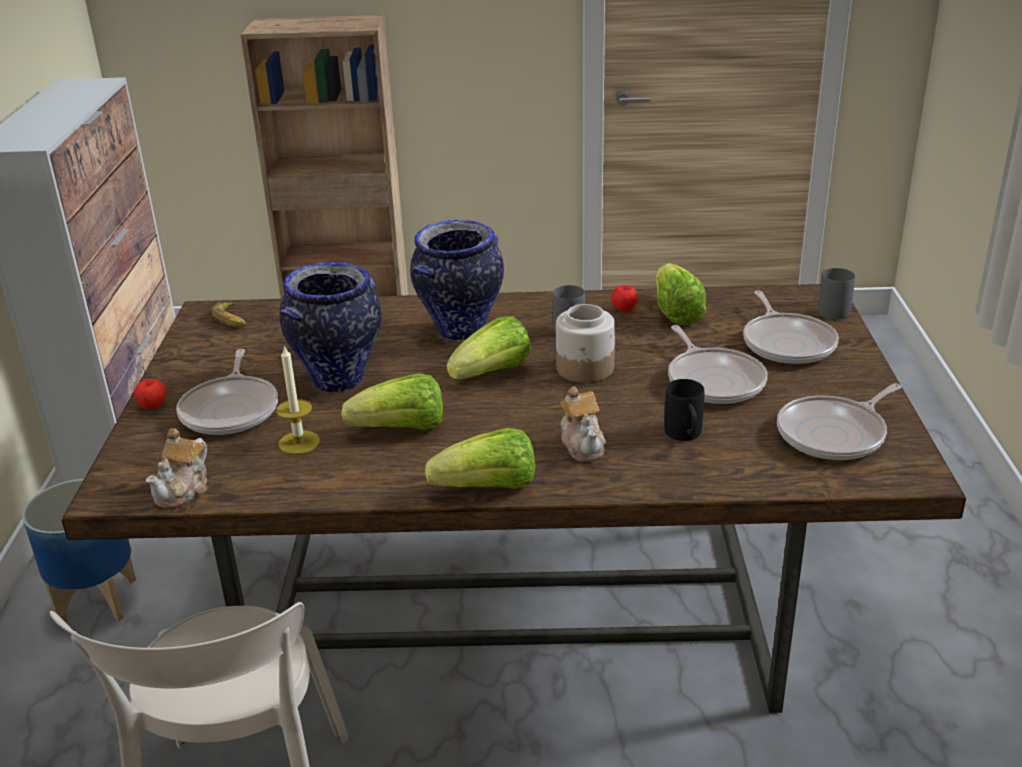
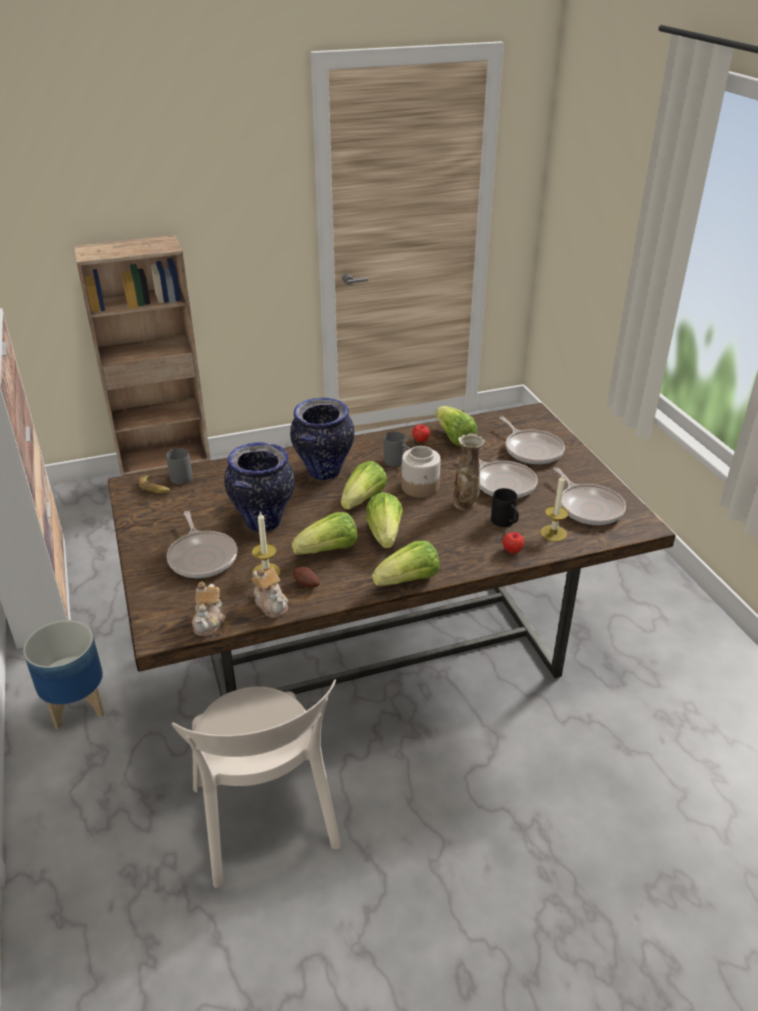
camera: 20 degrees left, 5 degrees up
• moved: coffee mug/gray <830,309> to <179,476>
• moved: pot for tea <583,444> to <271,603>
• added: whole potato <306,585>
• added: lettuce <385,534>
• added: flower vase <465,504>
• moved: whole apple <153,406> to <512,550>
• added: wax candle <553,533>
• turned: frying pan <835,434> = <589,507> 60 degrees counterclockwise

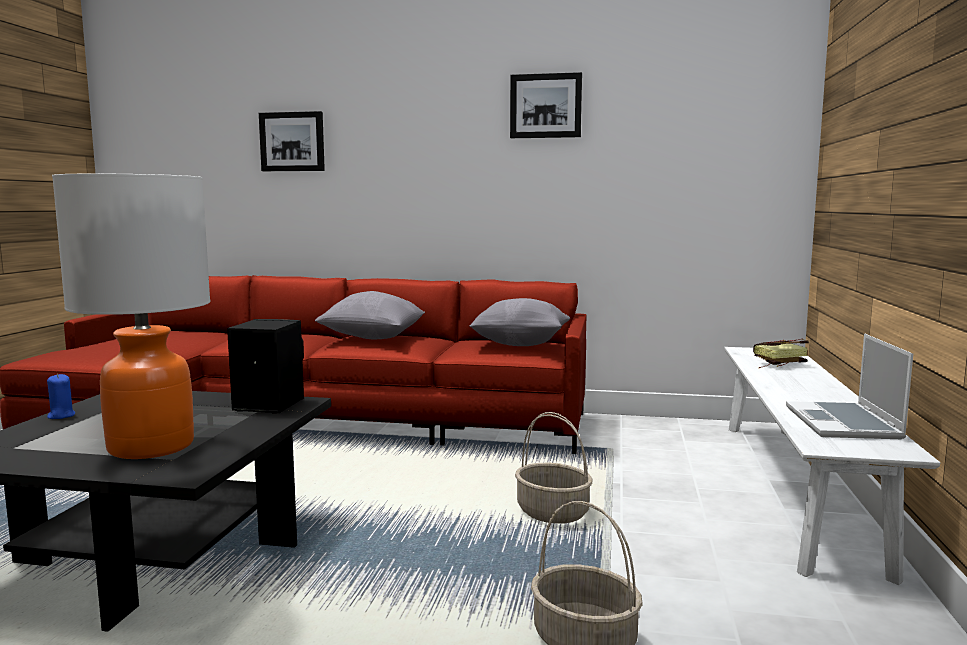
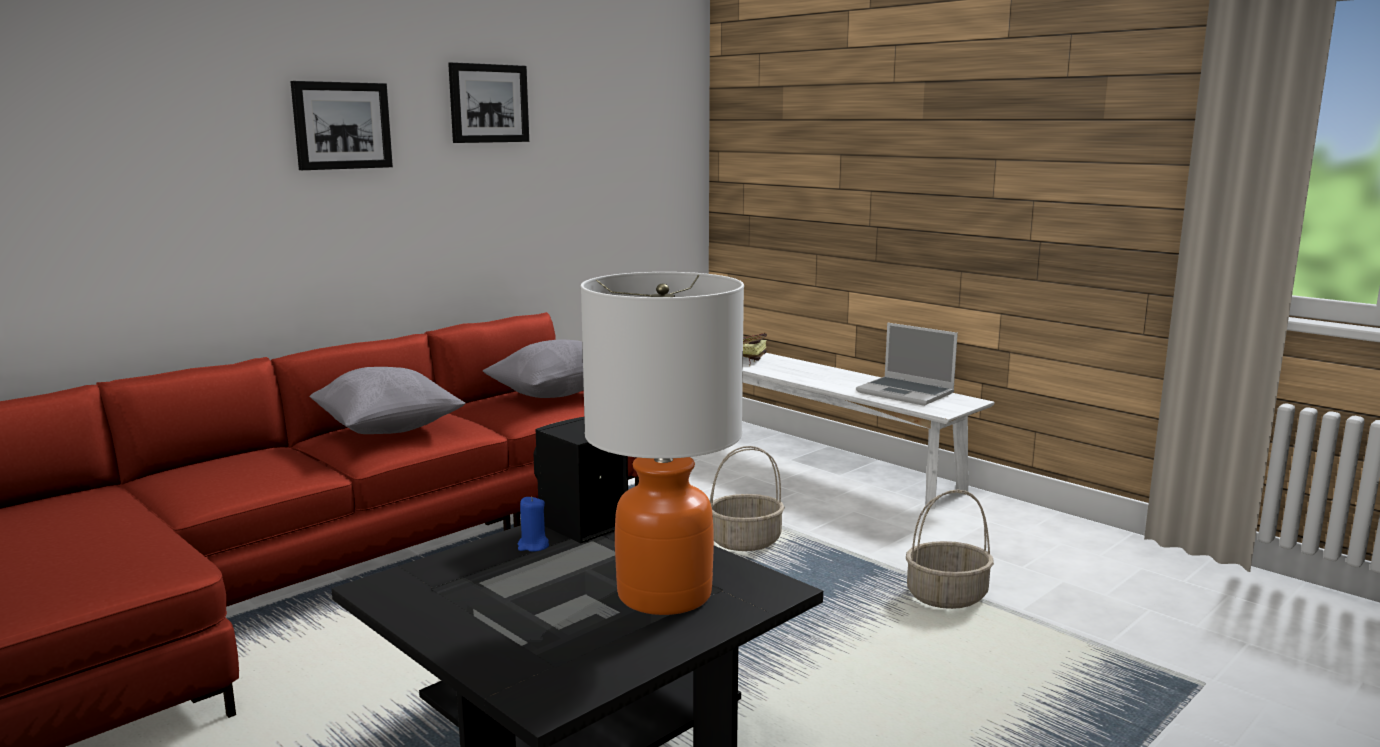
camera: 55 degrees left, 5 degrees up
• moved: picture <292,142> to <342,125>
• moved: wax candle/blue-coloured <61,416> to <533,546>

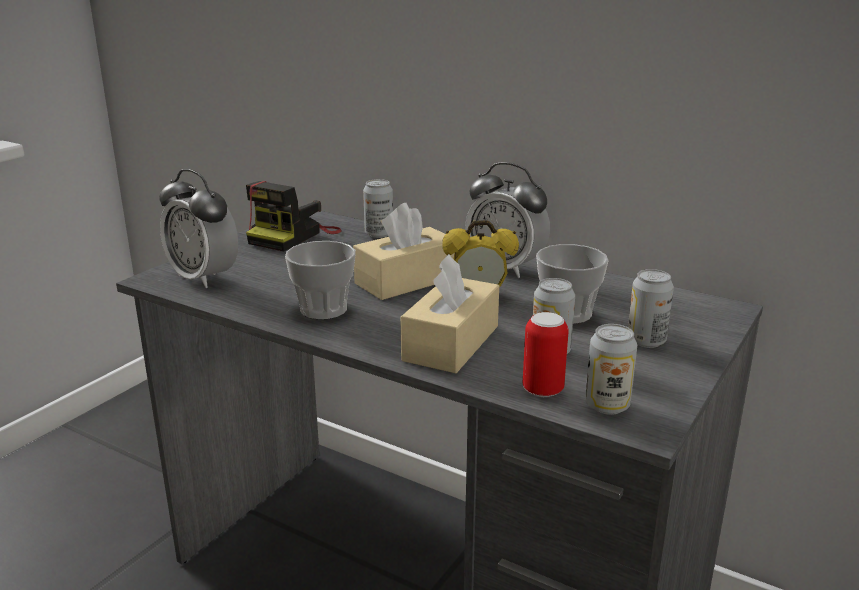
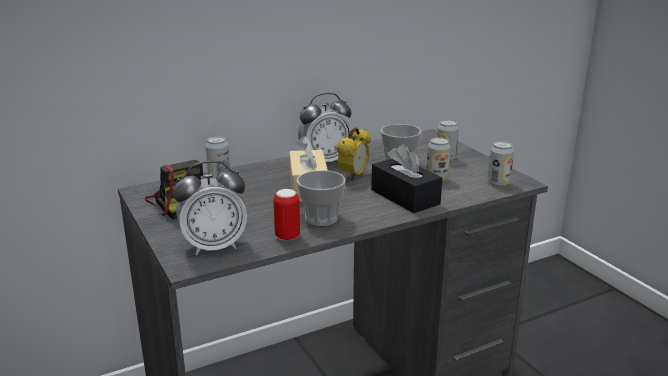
camera: 60 degrees left, 0 degrees up
• moved: metal can <542,390> to <287,237>
• recoloured: tissue holder/sand-coloured <451,343> to tissue holder/black <405,197>

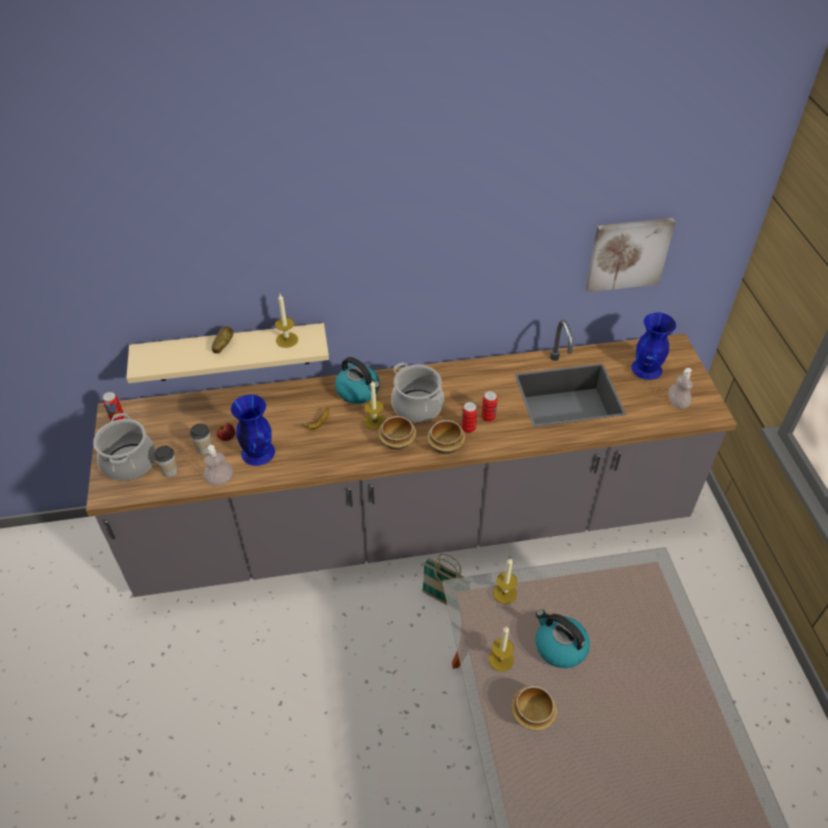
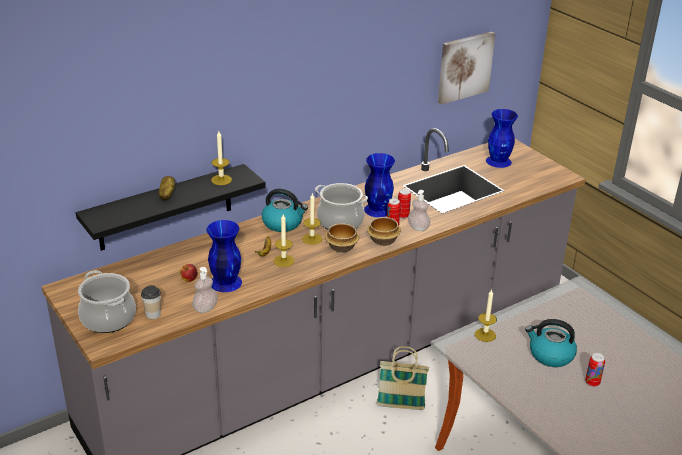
camera: 25 degrees left, 15 degrees down
• recoloured: wall shelf/sand-coloured <231,352> to wall shelf/black <165,208>
• moved: wax candle <501,659> to <283,261>
• added: flower vase/blue-coloured <377,209>
• moved: liquid soap bottle <677,403> to <418,228>
• moved: metal can <117,418> to <592,382>
• removed: drinking cup <204,449>
• removed: serving bowl <531,714>

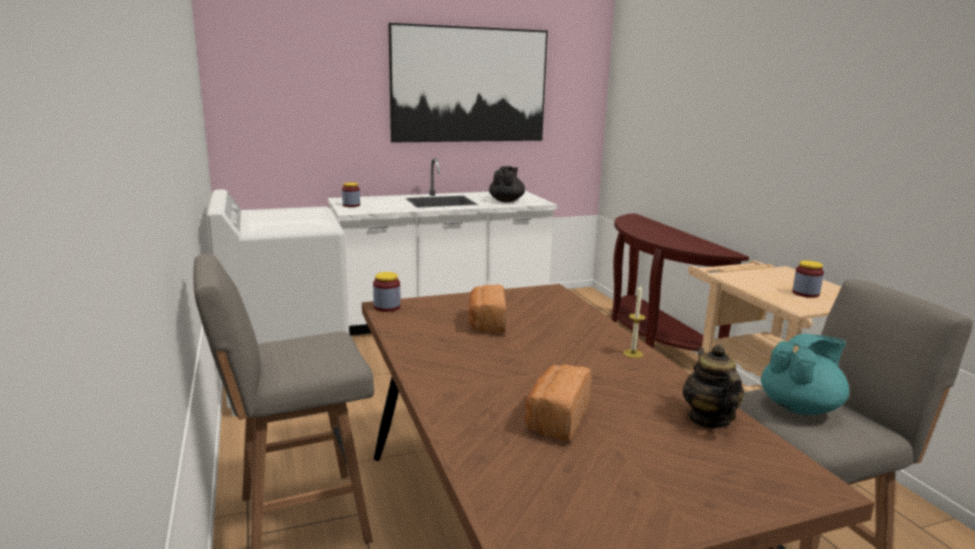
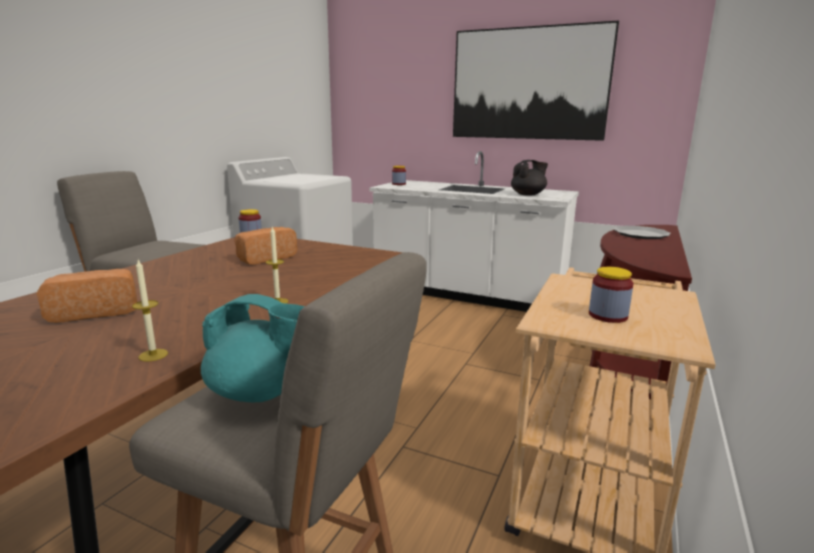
camera: 45 degrees right, 0 degrees up
• replaced: pot for tea <708,419> to wax candle <153,355>
• added: plate <641,234>

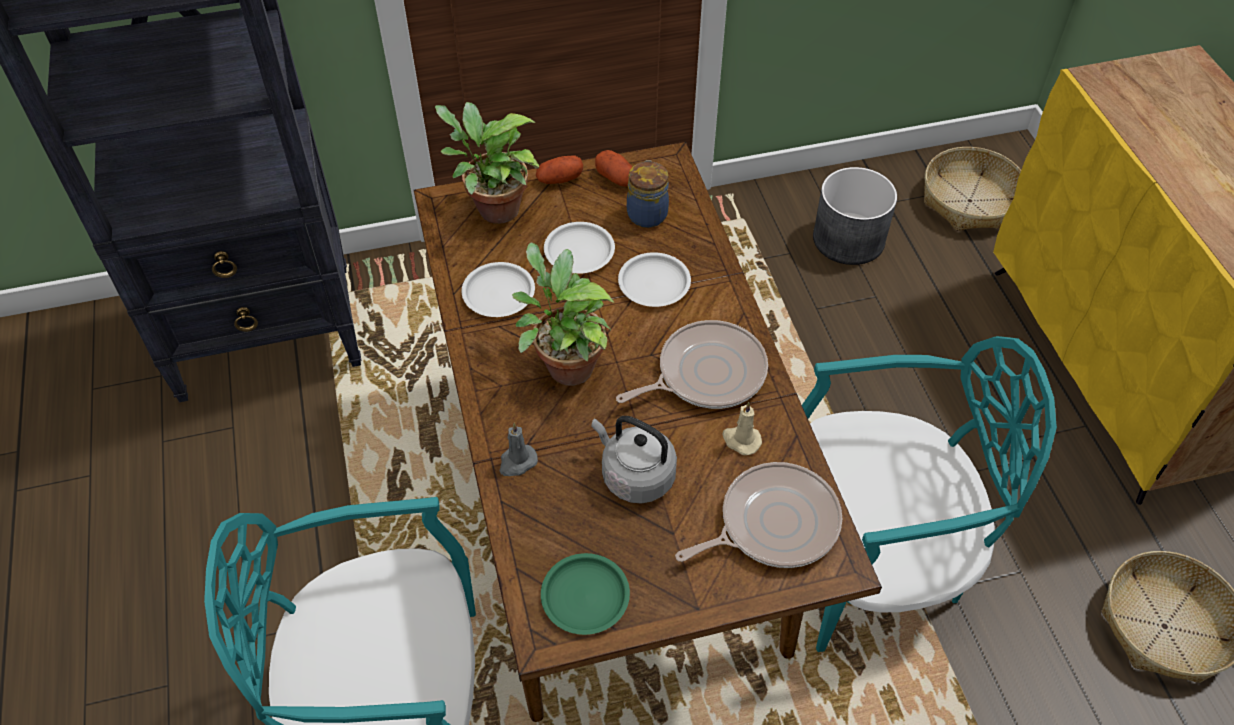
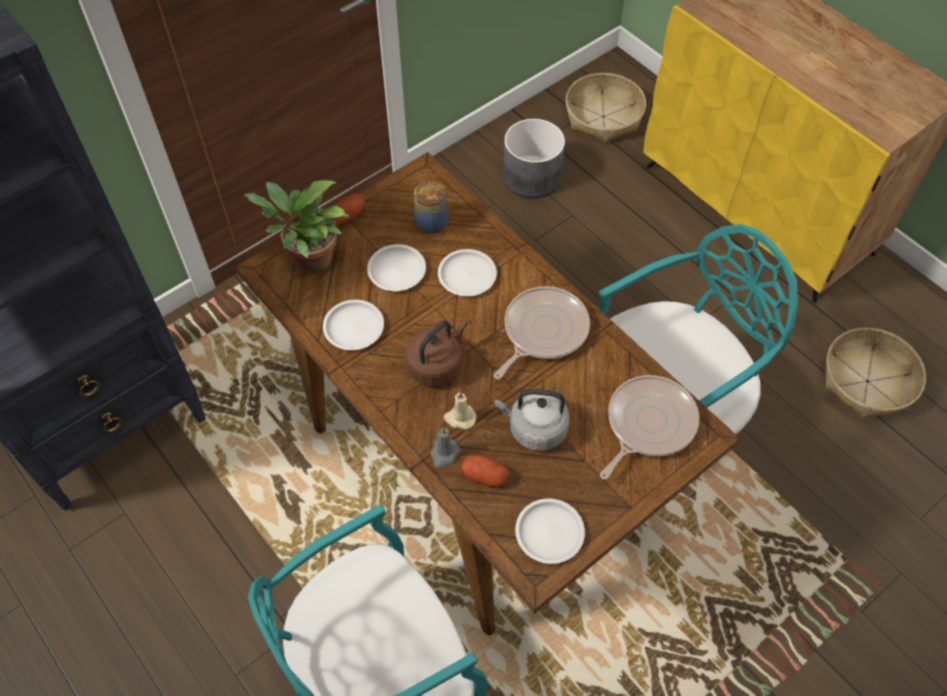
camera: 25 degrees left, 5 degrees up
• replaced: houseplant <565,365> to kettle/brown-coloured <437,365>
• moved: wax candle/sand-coloured <741,440> to <459,418>
• moved: whole potato <616,178> to <485,476>
• recoloured: plate/green-coloured <584,597> to plate/white-coloured <549,533>

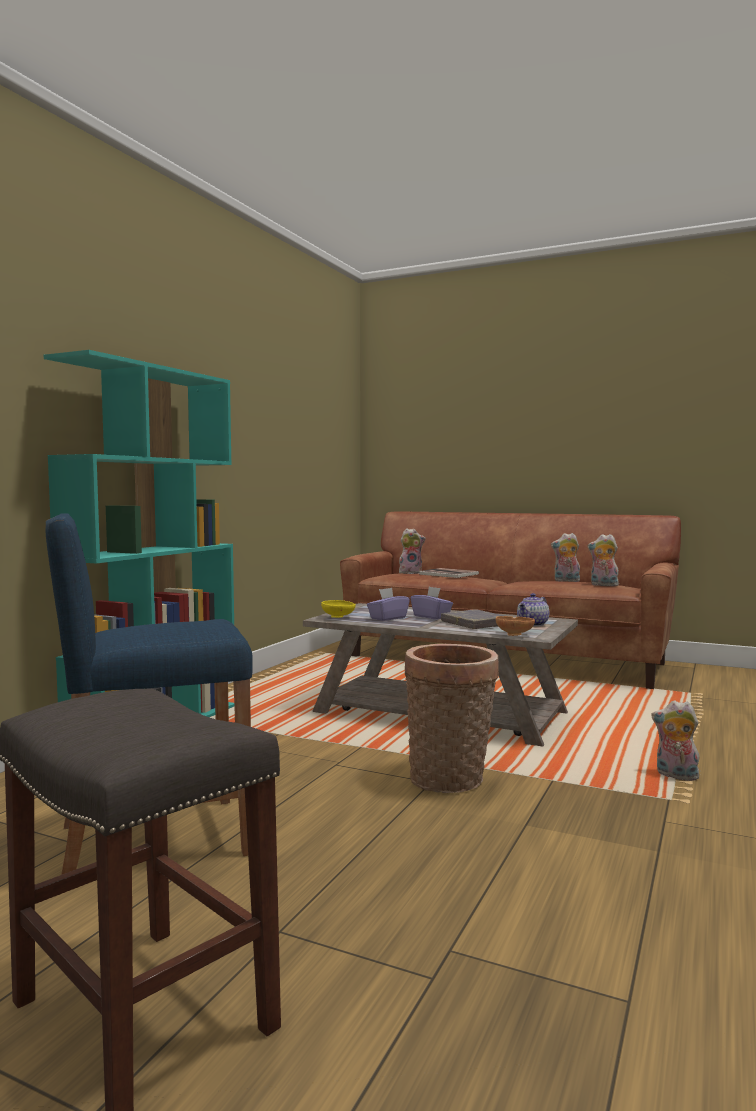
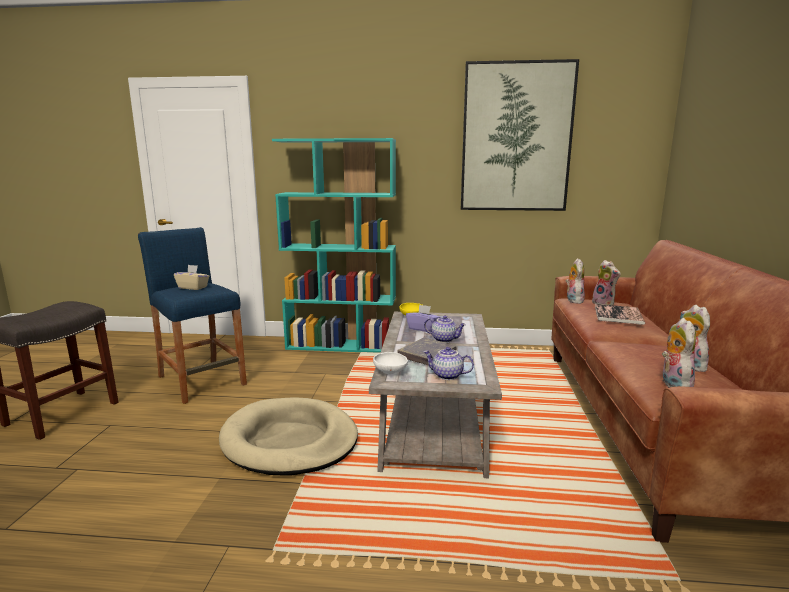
camera: 70 degrees right, 10 degrees up
• added: tissue holder/sand-coloured <193,287>
• replaced: storage basket <451,780> to dog bed/sand-coloured <289,441>
• recoloured: serving bowl/brown-coloured <515,634> to serving bowl/white-coloured <391,372>
• replaced: tissue holder/purple <431,617> to pot for tea <444,339>
• added: picture <516,138>
• moved: cuddly toy <675,776> to <573,300>

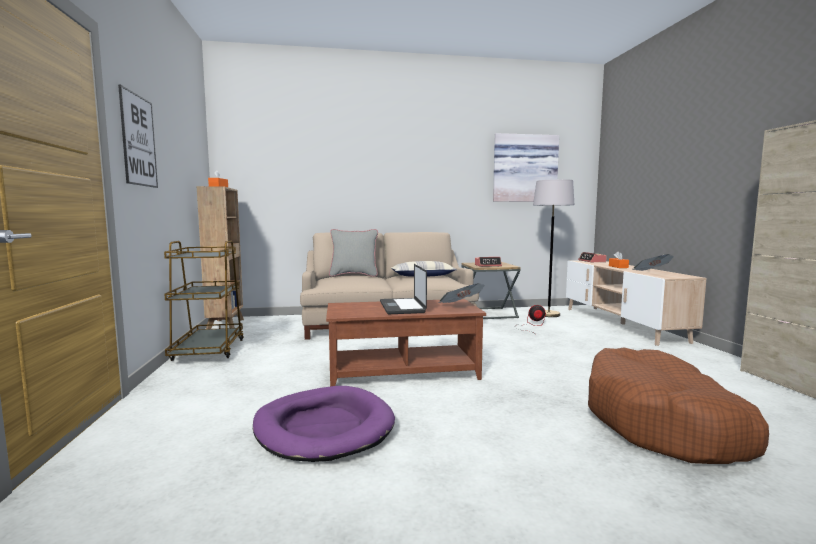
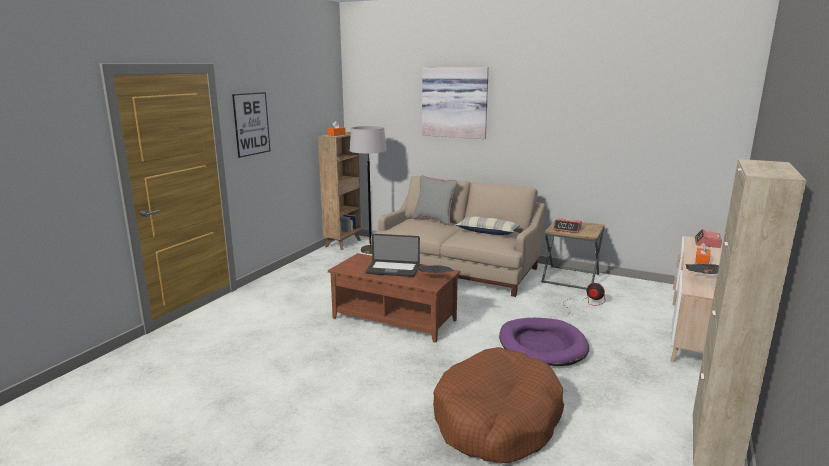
camera: 35 degrees right, 10 degrees up
• moved: floor lamp/gray <548,314> to <370,250>
• turned: laptop <402,307> = <392,270> 105 degrees counterclockwise
• moved: picture <524,168> to <455,102>
• moved: dog bed/purple <324,428> to <542,345>
• removed: wheeled cart/brown-coloured <208,350>

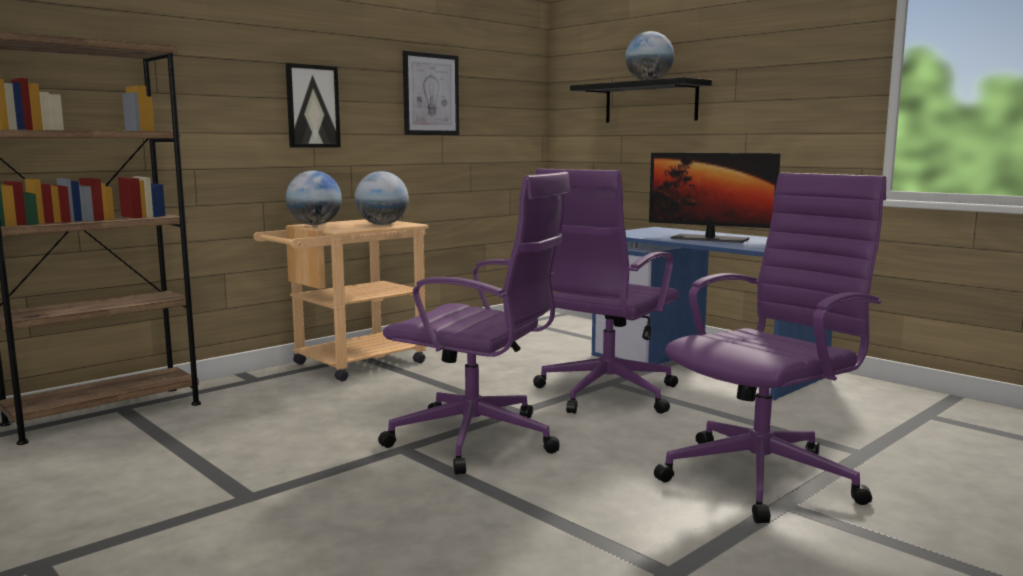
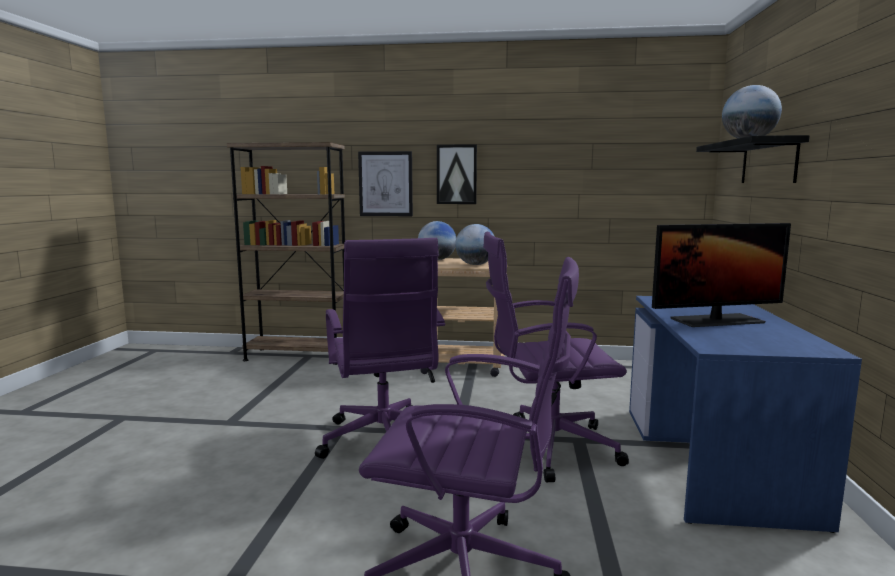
camera: 50 degrees right, 0 degrees up
• moved: picture <430,94> to <385,184>
• turned: computer screen <709,239> = <716,320> 90 degrees counterclockwise

